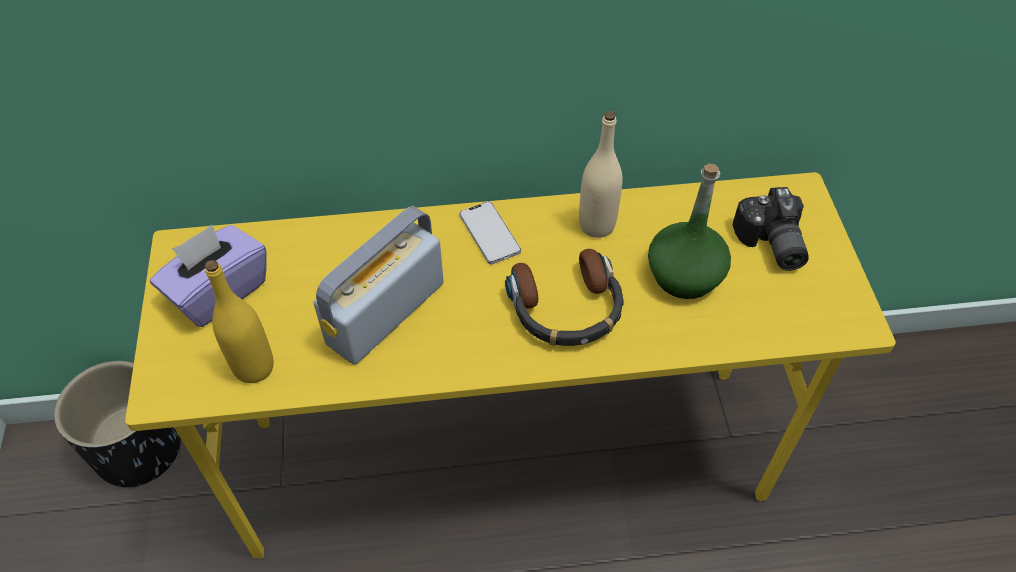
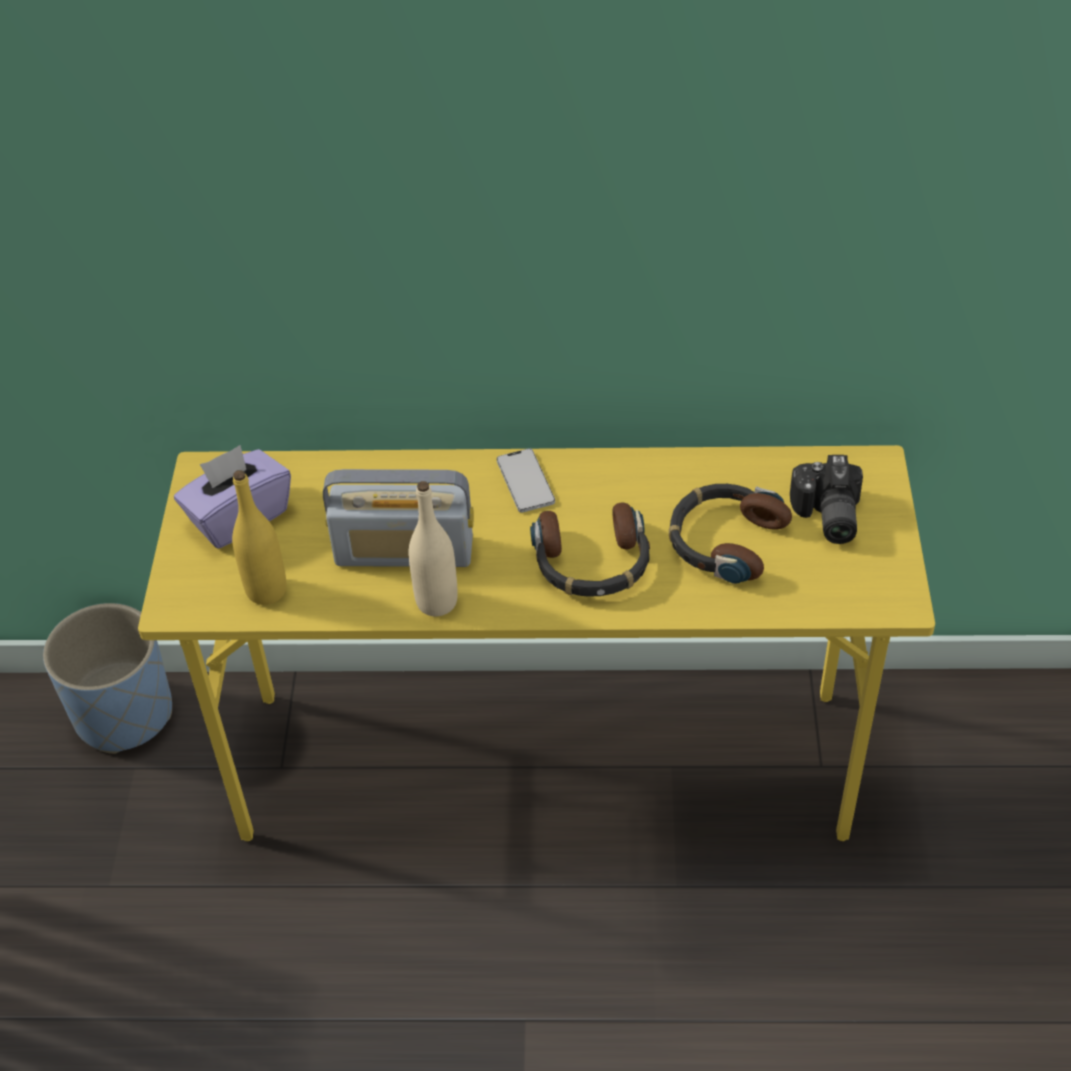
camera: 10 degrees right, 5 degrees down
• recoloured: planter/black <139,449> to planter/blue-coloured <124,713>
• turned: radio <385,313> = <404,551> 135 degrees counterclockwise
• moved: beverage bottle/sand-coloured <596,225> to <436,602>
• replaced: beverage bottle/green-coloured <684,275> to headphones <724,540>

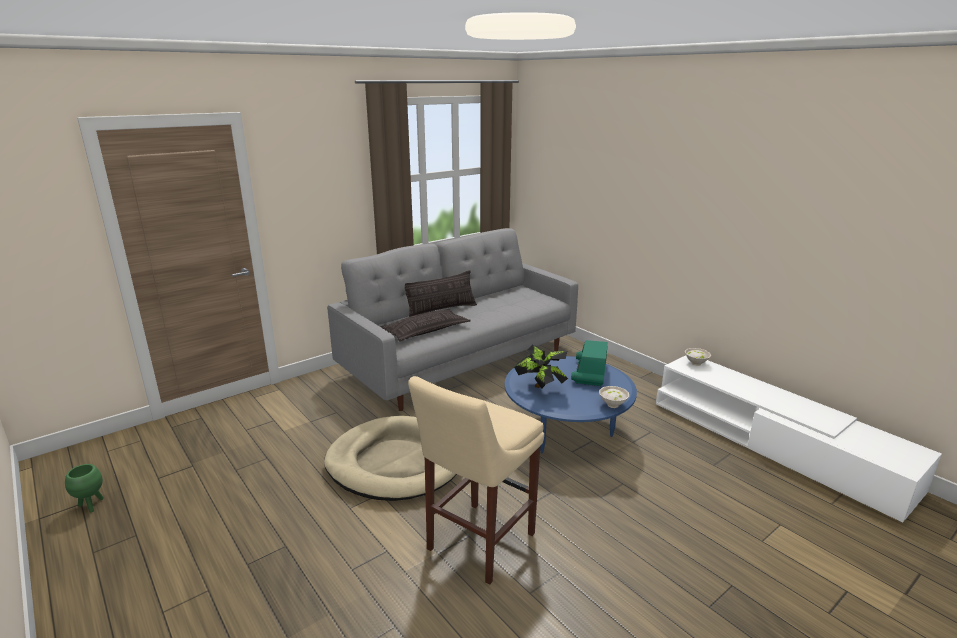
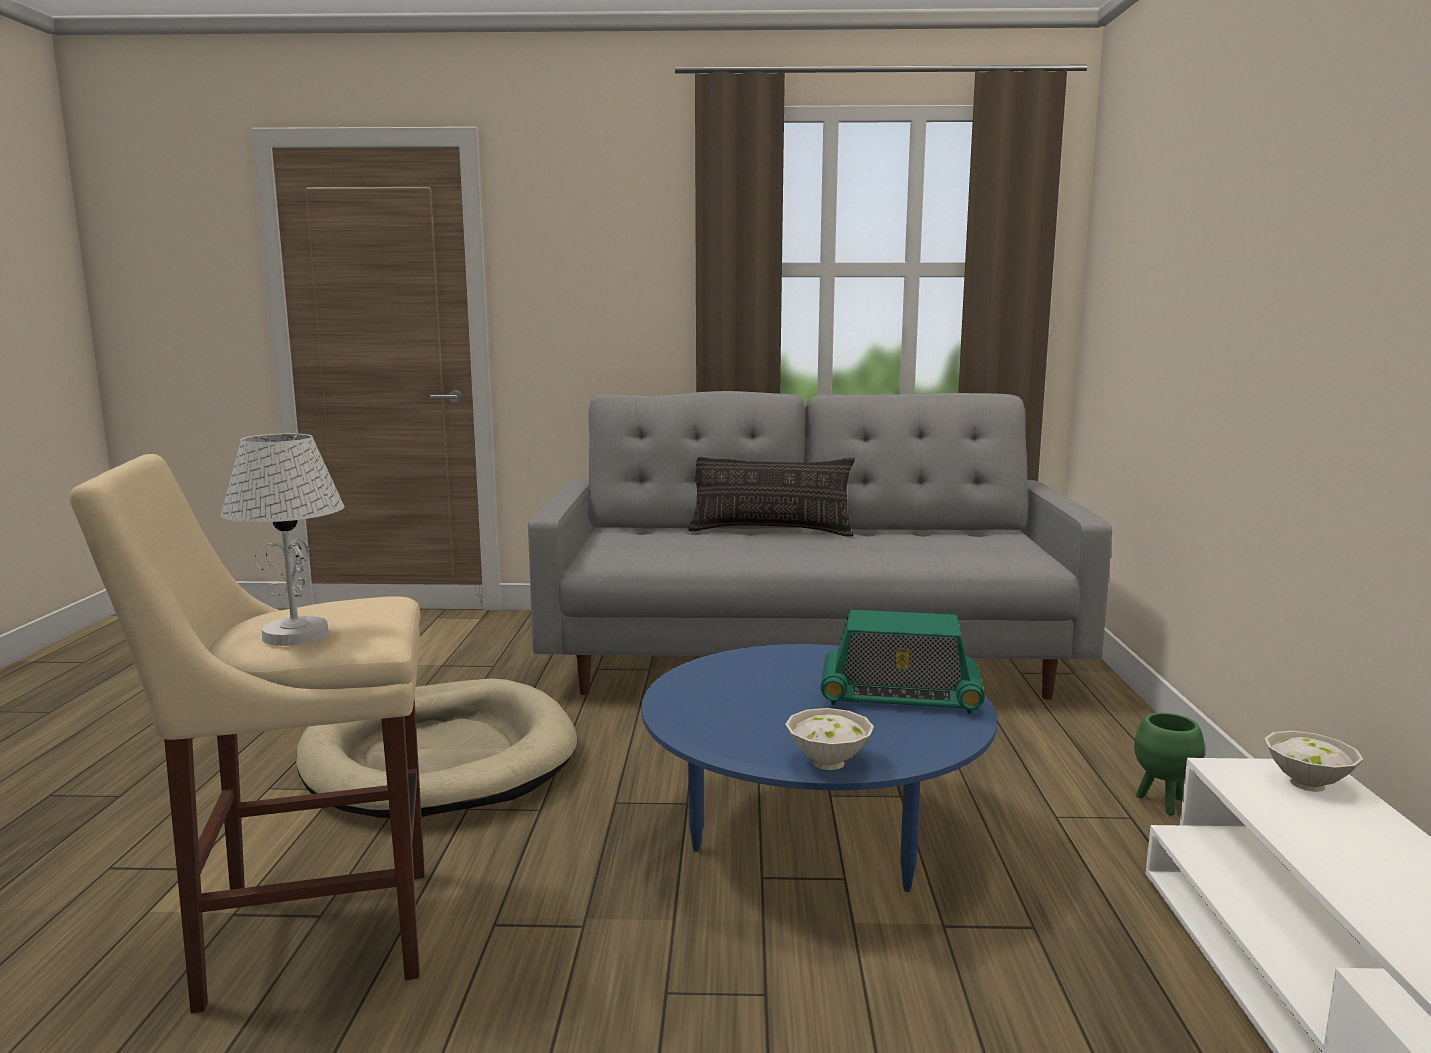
camera: 40 degrees right, 10 degrees down
• added: lamp for a table/white-coloured <297,635>
• turned: radio <589,373> = <900,696> 135 degrees counterclockwise
• moved: planter/green-coloured <91,505> to <1163,804>
• removed: pillow <426,330>
• removed: houseplant <541,389>

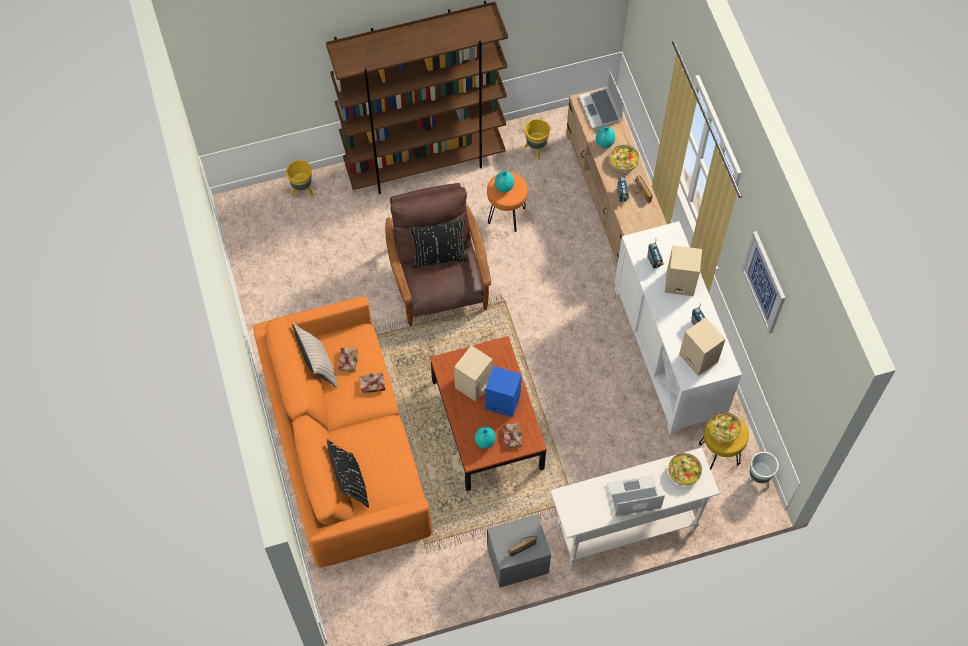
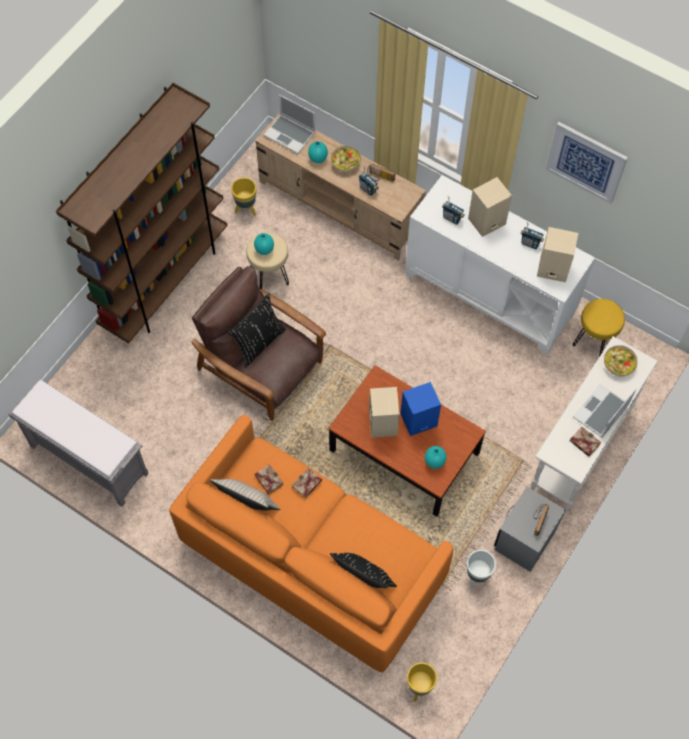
camera: 40 degrees left, 0 degrees up
• added: bench/gray <87,459>
• recoloured: sitting stool/orange <507,215> to sitting stool/sand-coloured <270,276>
• moved: planter/yellow-coloured <302,190> to <419,687>
• moved: planter/white-coloured <757,479> to <476,576>
• moved: book <511,436> to <583,442>
• removed: serving bowl <723,430>

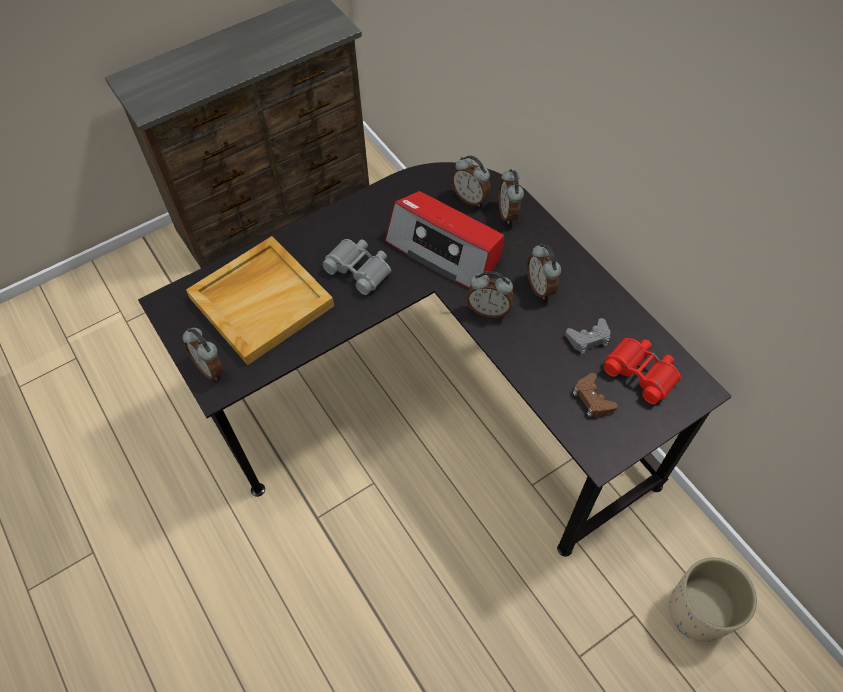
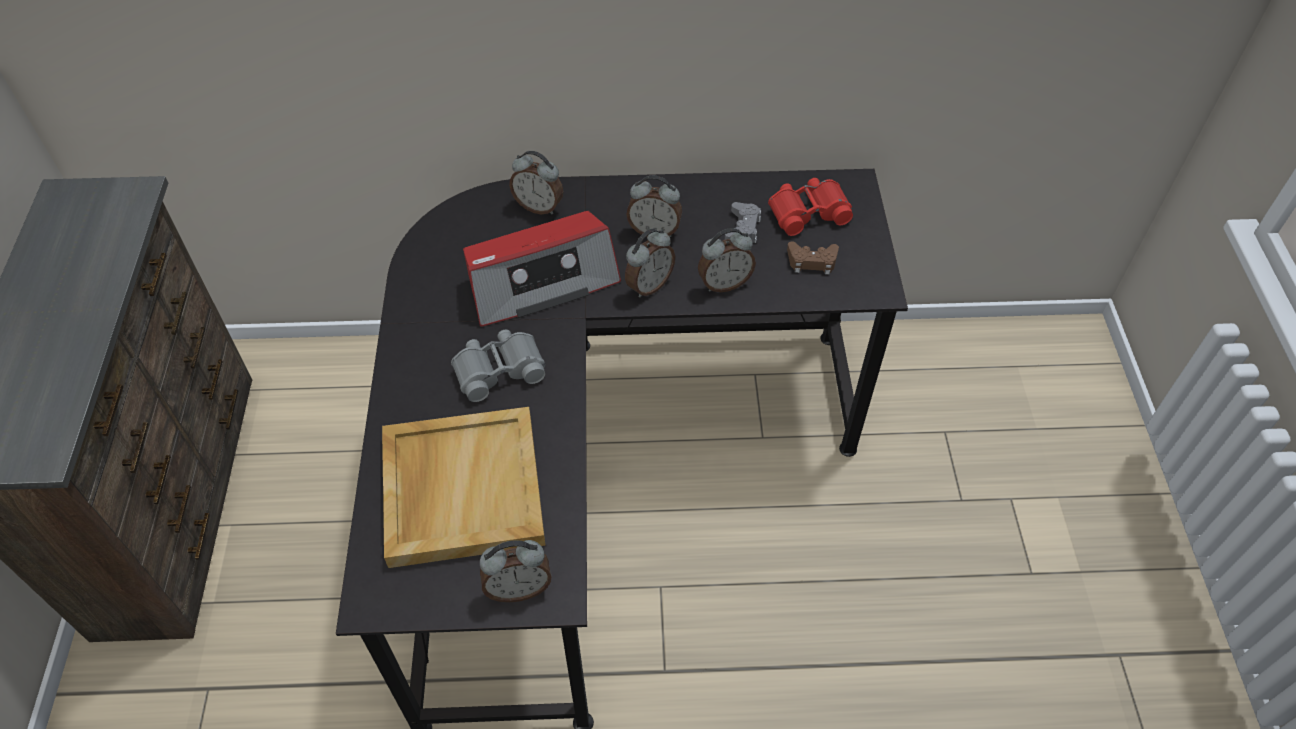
camera: 60 degrees left, 5 degrees down
• moved: bedside clock <470,198> to <724,283>
• removed: planter/sand-coloured <699,611>

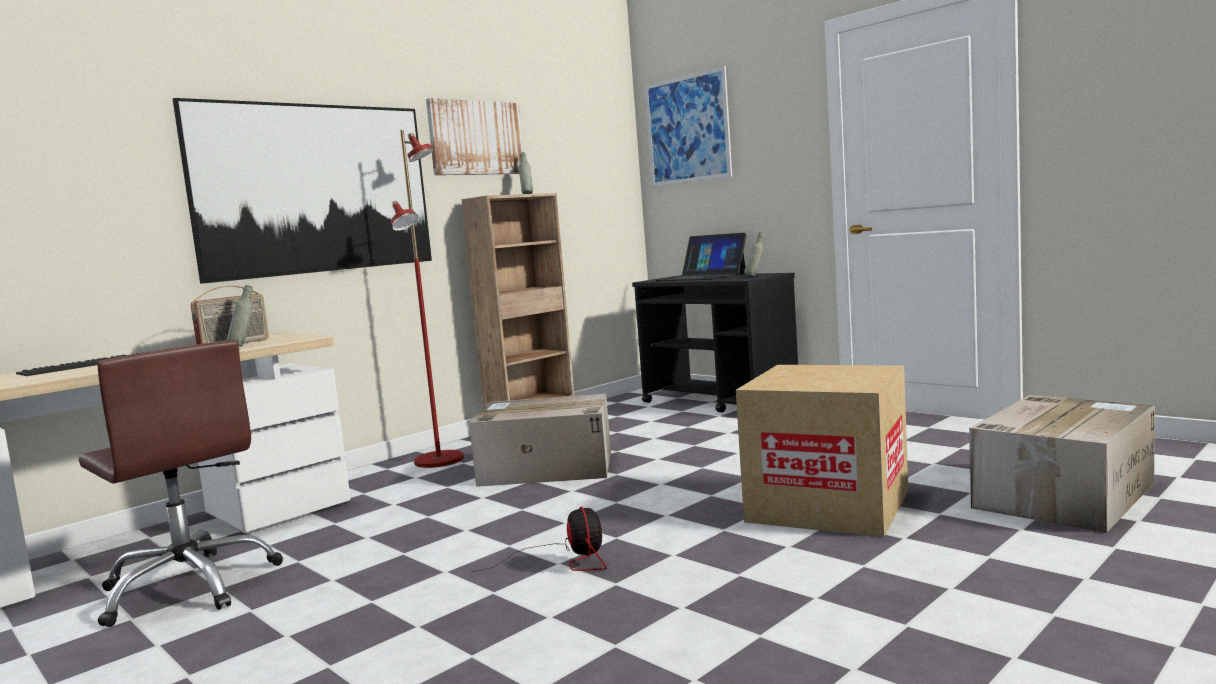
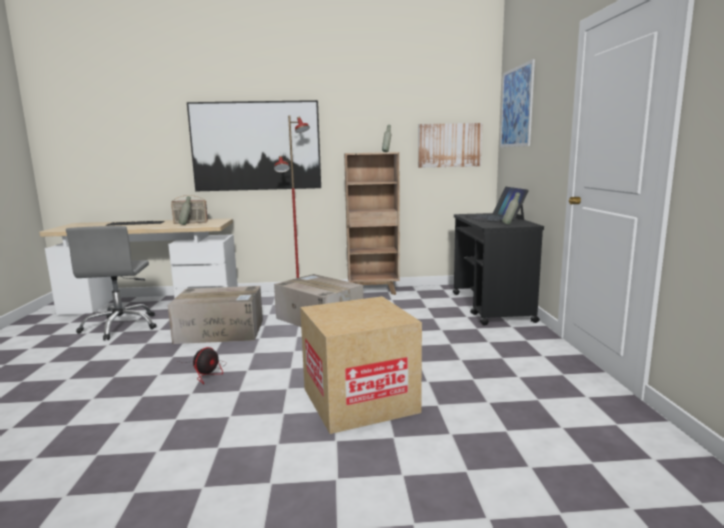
camera: 40 degrees right, 5 degrees up
• recoloured: office chair/brown-coloured <189,586> to office chair/gray <121,326>
• moved: cardboard box <1064,494> to <221,331>
• moved: picture <476,138> to <449,145>

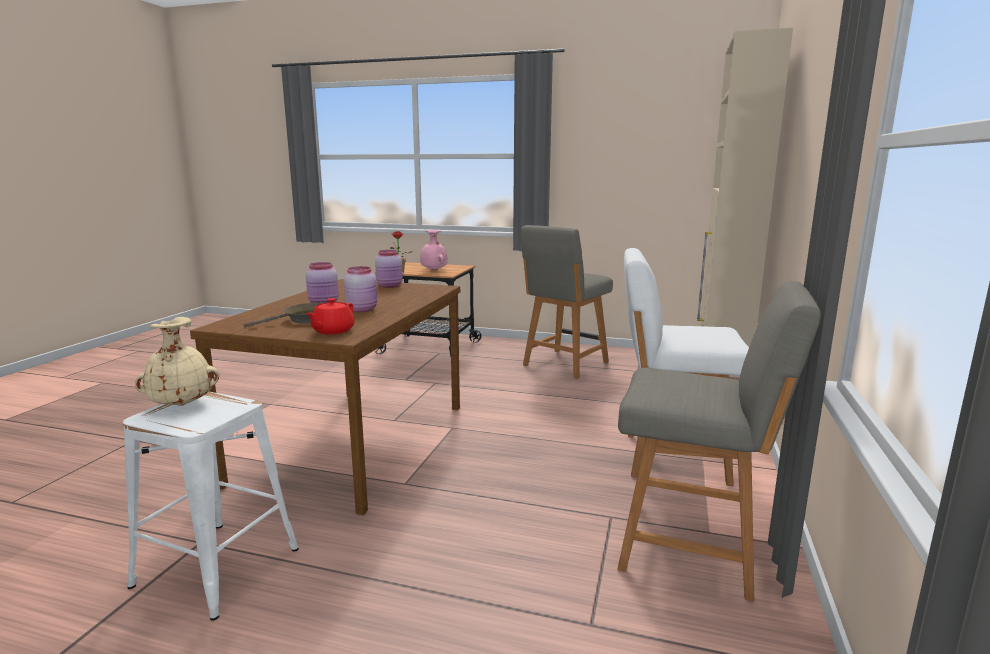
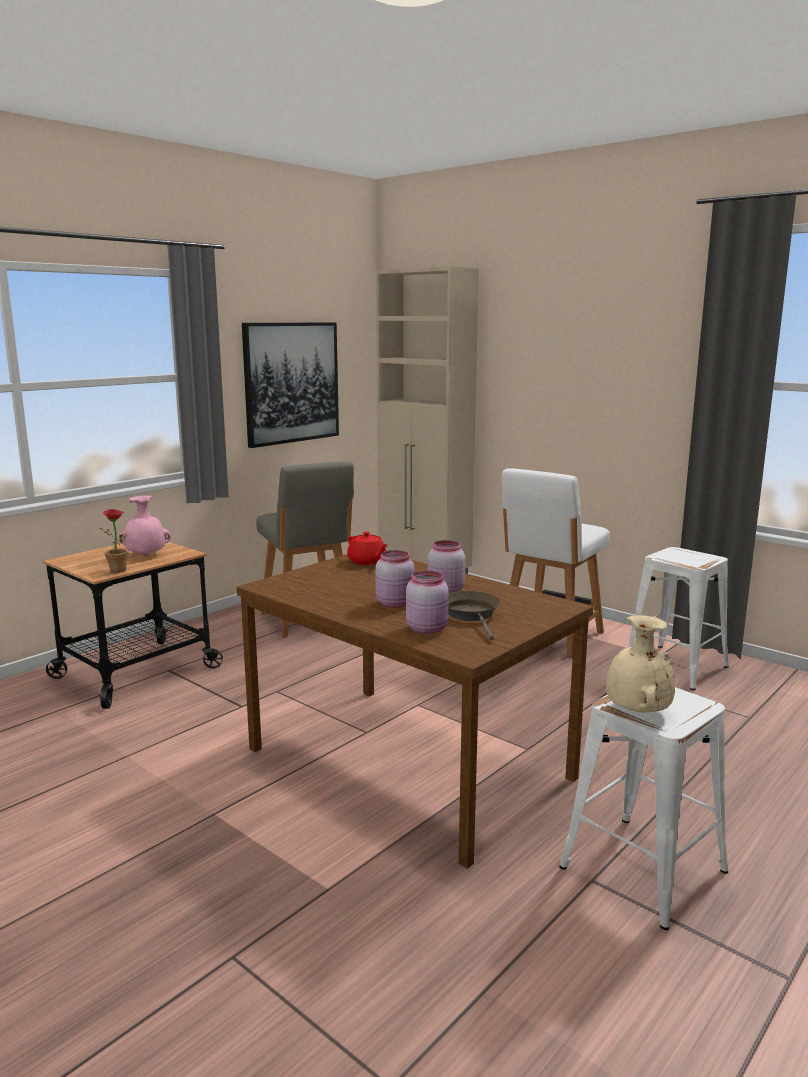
camera: 65 degrees left, 0 degrees up
• added: picture <291,382>
• moved: pot for tea/red-coloured <332,331> to <367,561>
• moved: preserve jar/pinkish <390,286> to <427,628>
• replaced: plain chair/gray <694,548> to sitting stool/white-coloured <676,666>

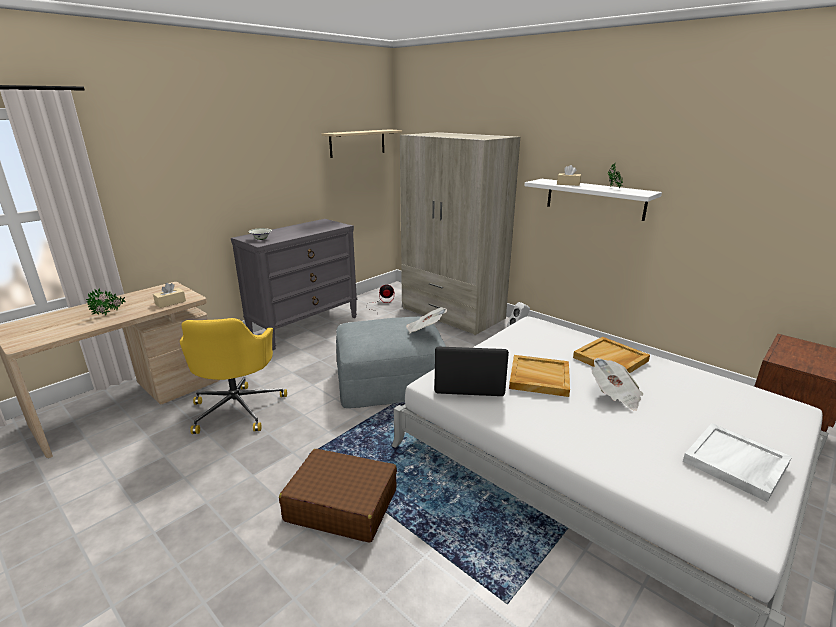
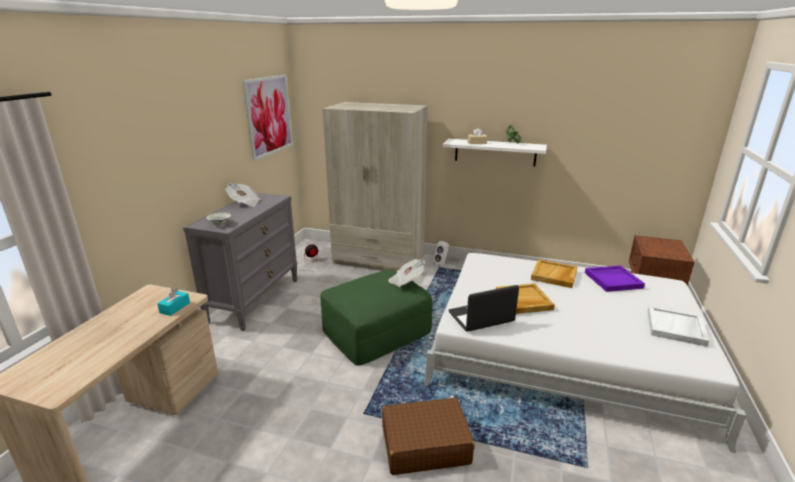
camera: 25 degrees left, 0 degrees up
• recoloured: tissue holder/sand-coloured <170,302> to tissue holder/blue-green <175,308>
• moved: printed paper <615,396> to <244,203>
• replaced: wall shelf/sand-coloured <357,143> to picture <269,116>
• recoloured: ottoman/gray <390,380> to ottoman/green-coloured <376,331>
• added: tray/purple <613,280>
• removed: houseplant <109,314>
• removed: office chair/yellow-coloured <238,408>

